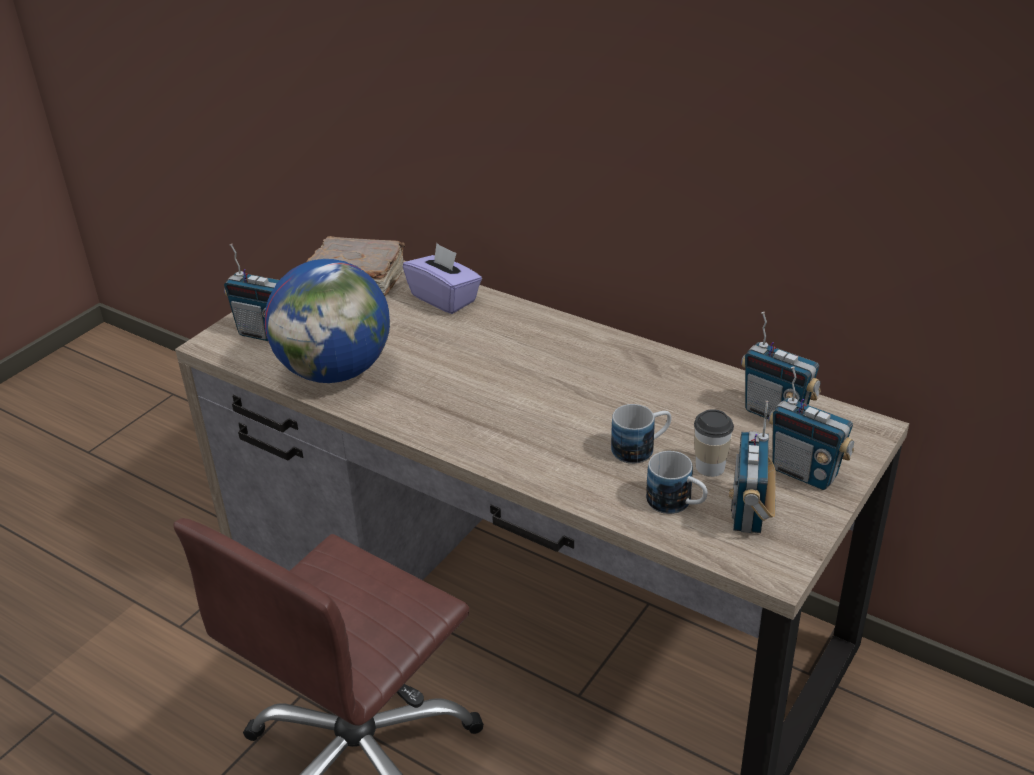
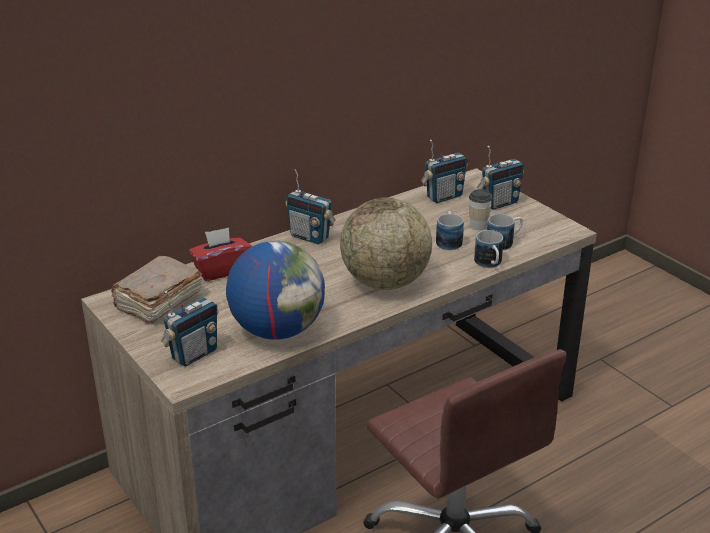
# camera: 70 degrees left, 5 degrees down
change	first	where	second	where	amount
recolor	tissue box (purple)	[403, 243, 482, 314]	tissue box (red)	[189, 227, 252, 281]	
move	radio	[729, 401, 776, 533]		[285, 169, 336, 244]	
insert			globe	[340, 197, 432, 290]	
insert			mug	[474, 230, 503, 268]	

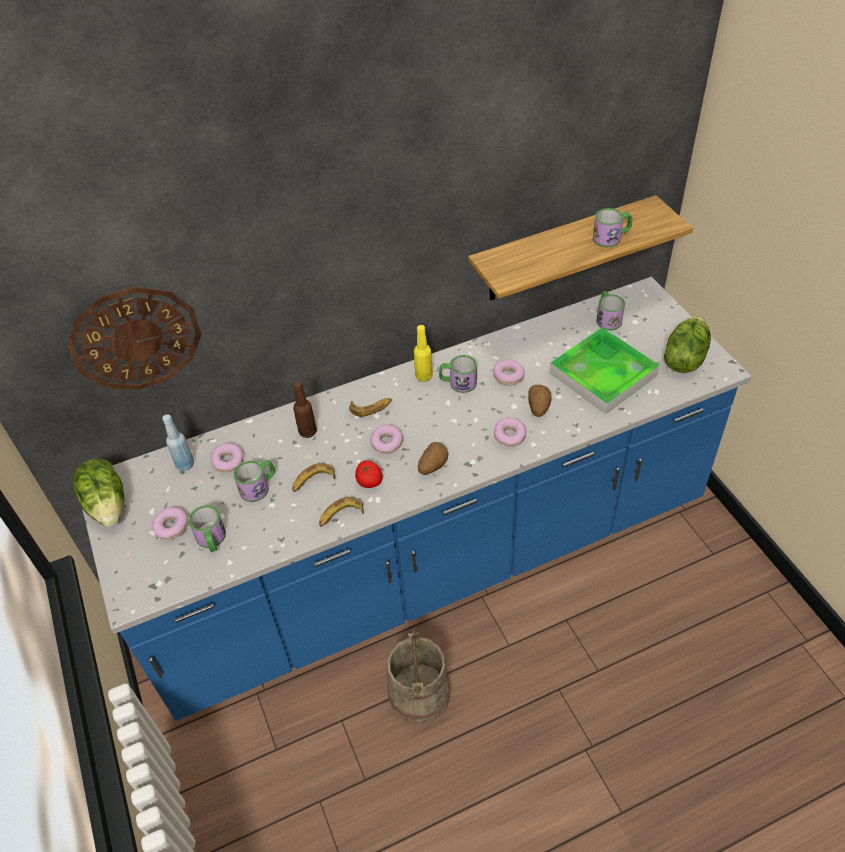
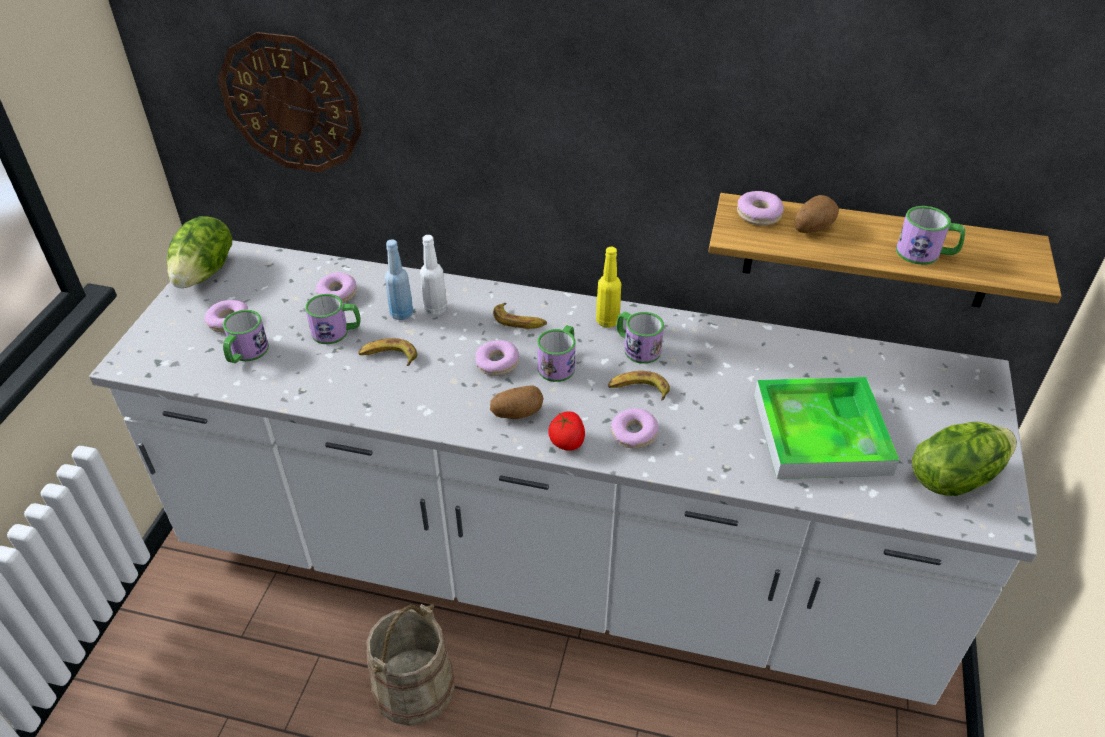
# camera: 35 degrees right, 5 degrees down
change	first	where	second	where	amount
recolor	counter (blue)	[82, 277, 752, 721]	counter (white)	[89, 240, 1037, 705]	
move	bottle (blue)	[162, 414, 194, 471]		[385, 239, 413, 320]	
recolor	bottle (brown)	[293, 381, 317, 438]	bottle (white)	[420, 235, 447, 315]	
move	mug	[596, 291, 625, 330]		[537, 325, 576, 382]	
move	tomato	[355, 460, 383, 488]		[548, 412, 585, 451]	
move	banana	[319, 497, 364, 527]		[608, 371, 670, 400]	
move	donut	[493, 359, 525, 386]		[737, 191, 783, 226]	
move	potato	[528, 385, 552, 417]		[794, 195, 839, 233]	

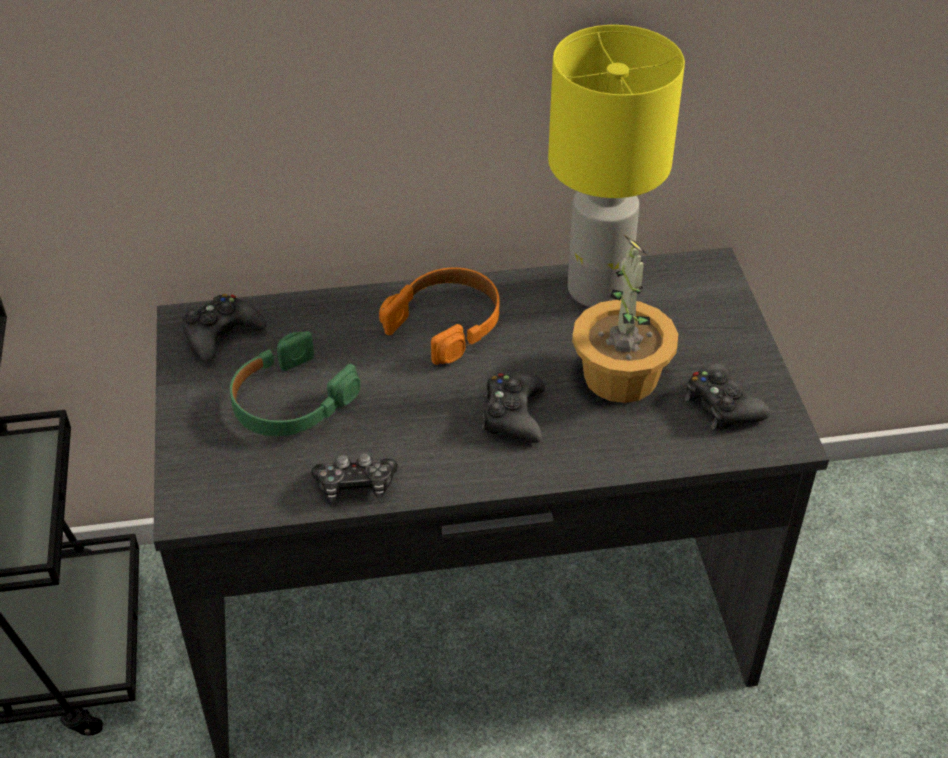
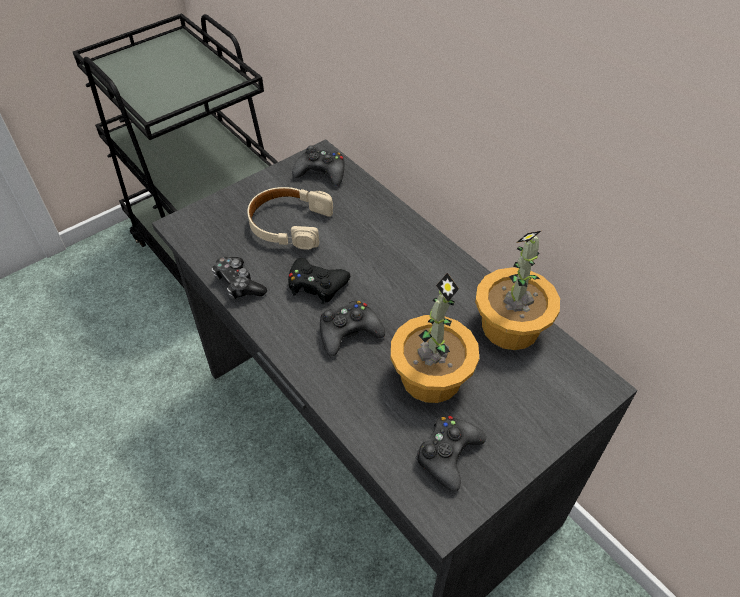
# camera: 60 degrees right, 5 degrees up
change	first	where	second	where	amount
recolor	headphones (green)	[230, 331, 361, 436]	headphones (beige)	[247, 187, 333, 250]	
insert			game controller (black)	[288, 258, 350, 304]	
replace	table lamp (yellow)	[548, 25, 685, 307]	potted plant	[475, 231, 560, 350]	
delete	headphones (orange)	[379, 268, 499, 365]			

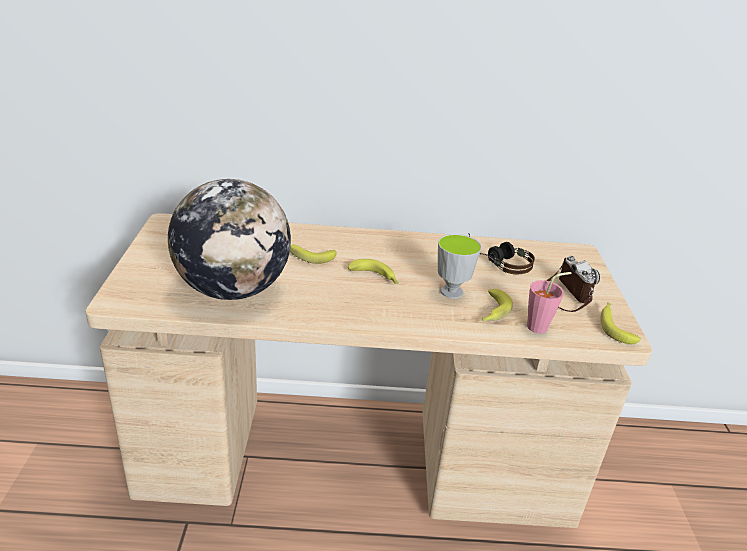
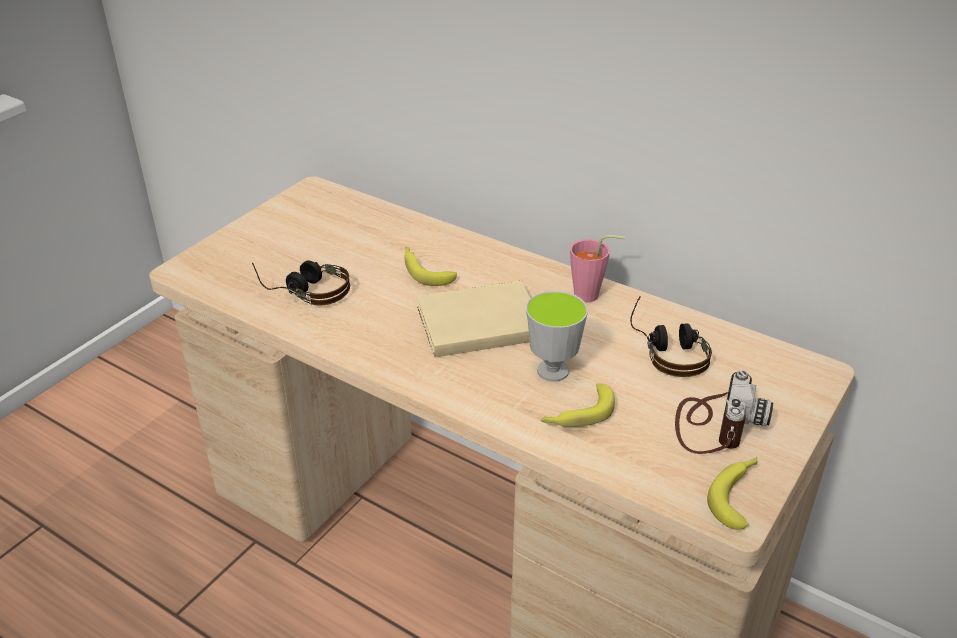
# camera: 35 degrees right, 5 degrees up
change	first	where	second	where	amount
replace	globe	[168, 179, 291, 300]	headphones	[252, 261, 350, 305]	
replace	banana	[348, 259, 399, 284]	book (beige)	[417, 281, 530, 357]	
move	cup (pink)	[527, 272, 572, 334]		[570, 235, 625, 303]	

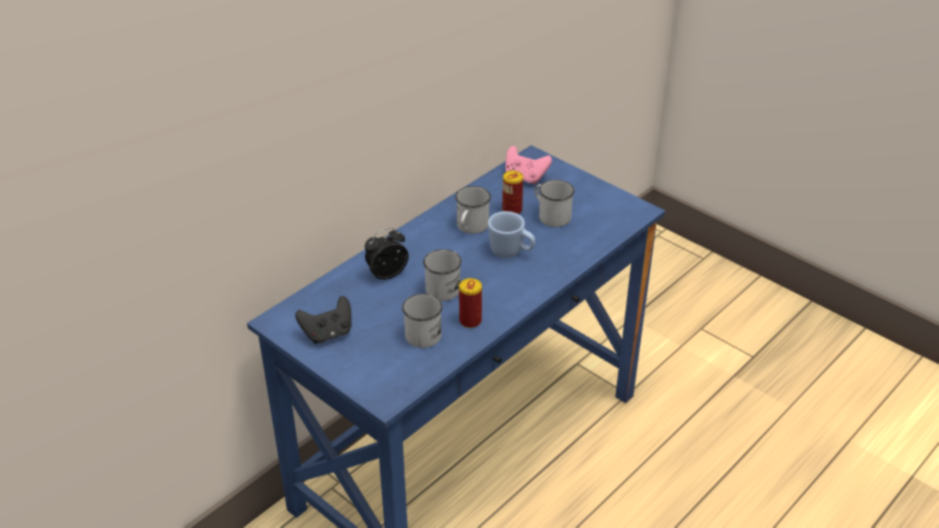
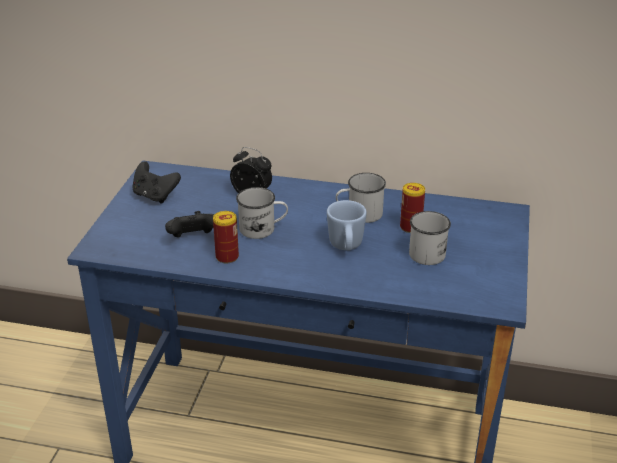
# camera: 60 degrees right, 5 degrees down
change	first	where	second	where	amount
replace	mug (white)	[402, 294, 443, 348]	game controller (black)	[165, 211, 215, 238]	
delete	game controller (pink)	[506, 146, 552, 185]			

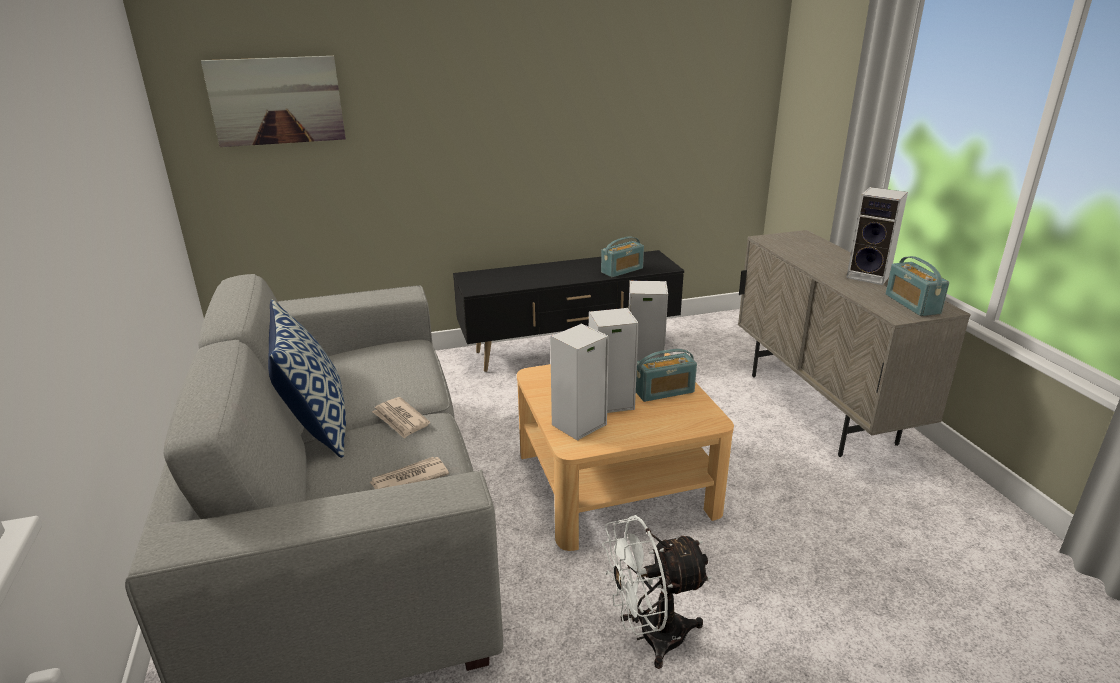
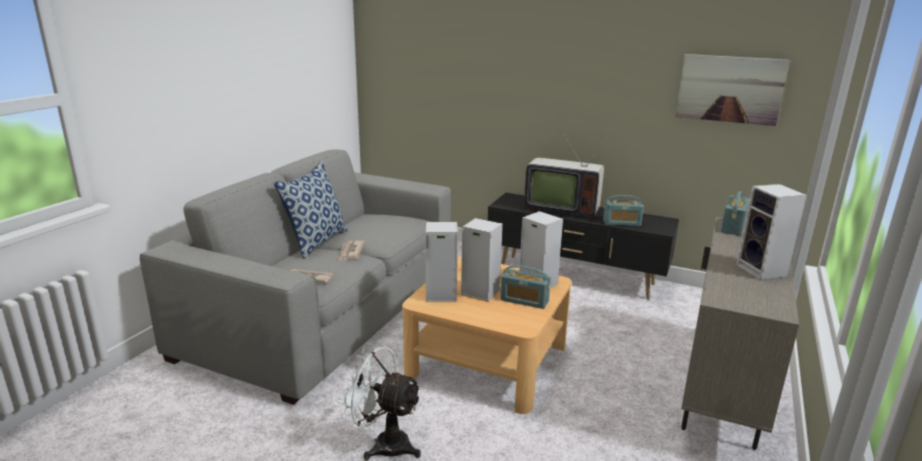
# camera: 40 degrees right, 5 degrees down
change	first	where	second	where	amount
insert			television	[524, 132, 610, 219]	
move	picture	[201, 56, 346, 147]		[676, 54, 790, 126]	
move	radio	[886, 256, 949, 316]		[721, 191, 750, 236]	

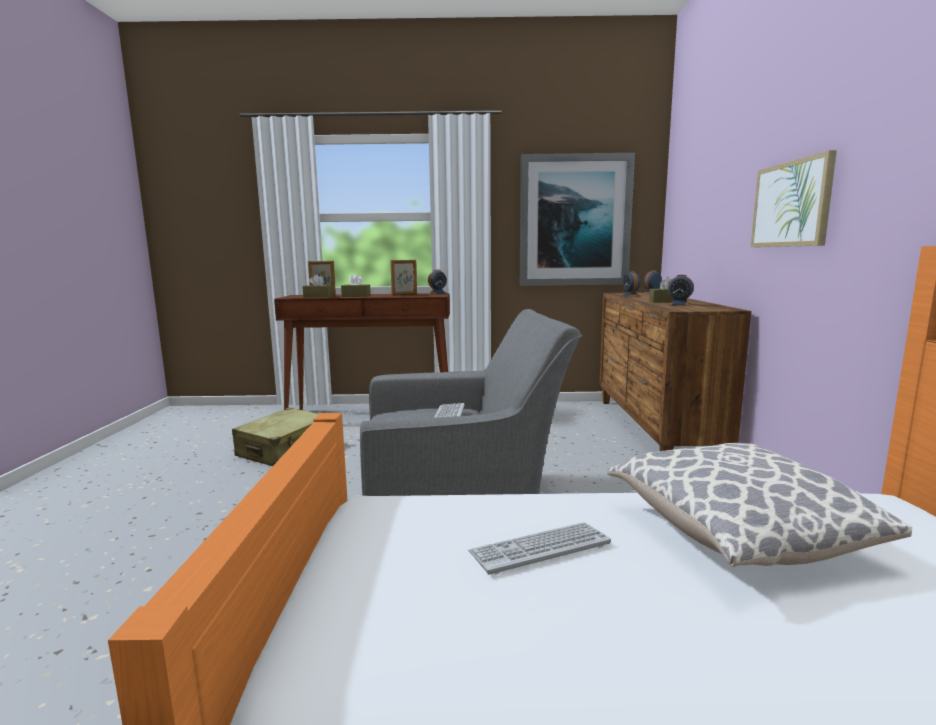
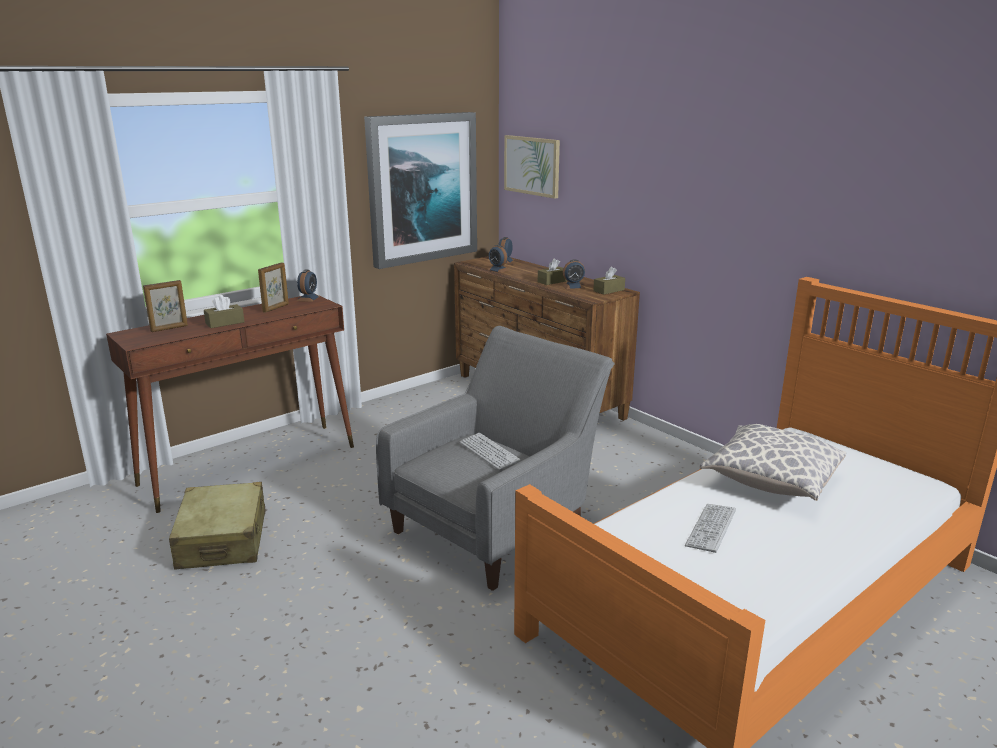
# camera: 40 degrees left, 10 degrees up
change	first	where	second	where	amount
move	picture	[751, 150, 837, 247]		[504, 135, 560, 199]	
move	tissue box (brown)	[303, 274, 333, 298]		[593, 267, 625, 295]	

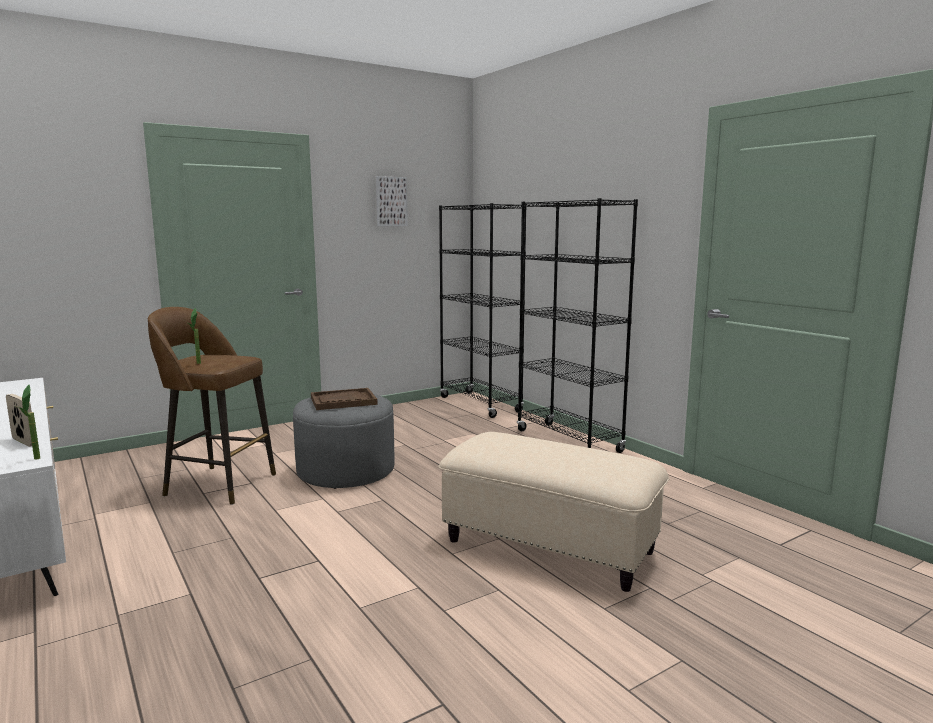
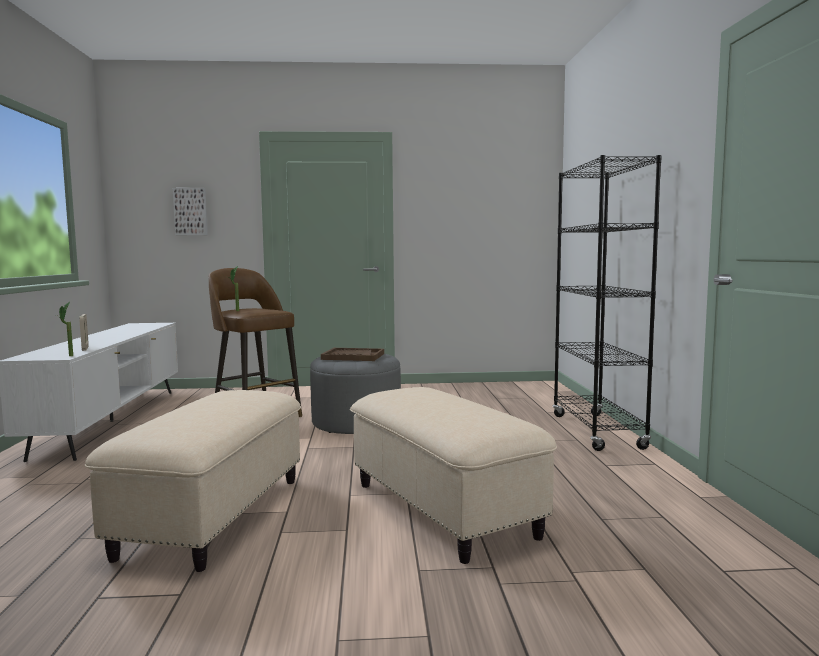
# camera: 30 degrees right, 5 degrees down
change	first	where	second	where	amount
insert			ottoman (beige)	[85, 390, 301, 572]	
move	picture	[376, 176, 408, 226]		[173, 188, 208, 235]	
delete	bookcase (black)	[439, 203, 527, 418]			

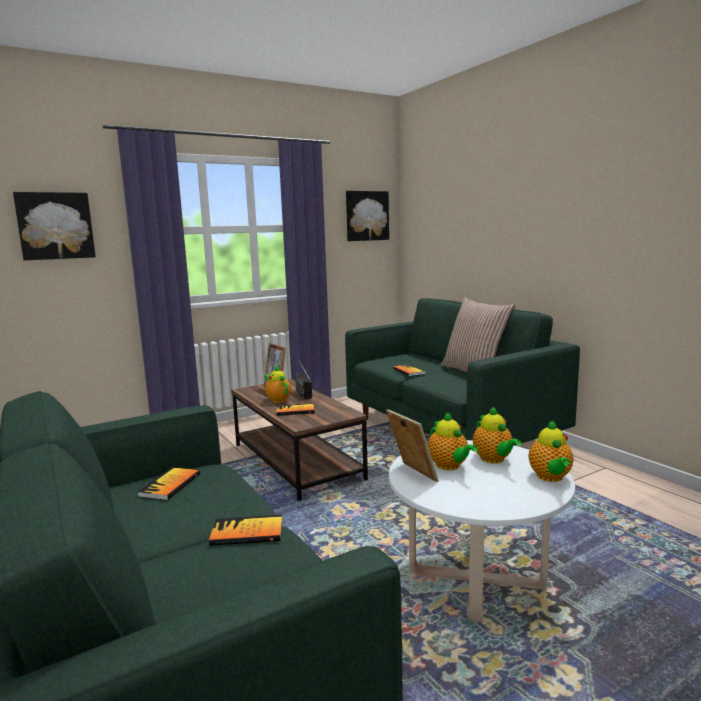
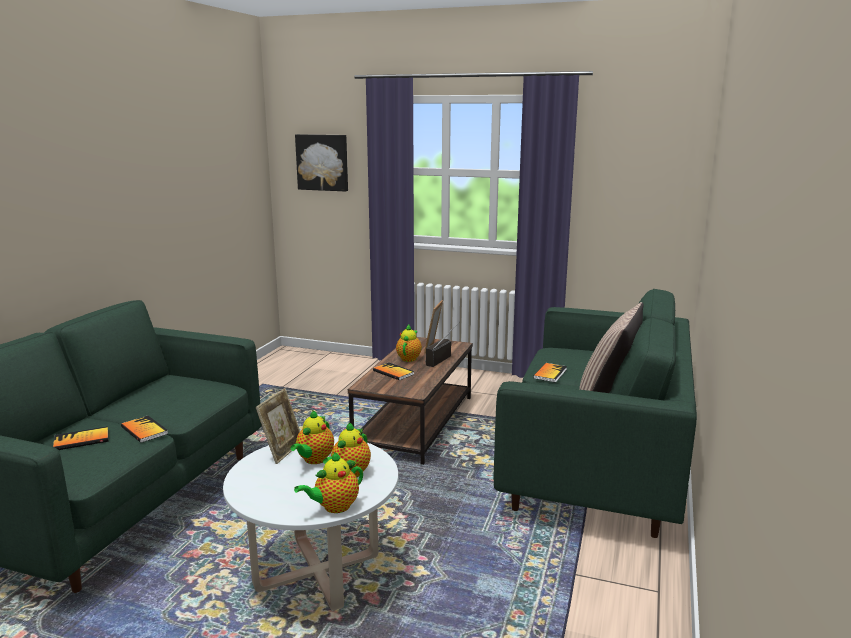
# camera: 50 degrees right, 5 degrees up
change	first	where	second	where	amount
move	book	[138, 467, 200, 500]		[53, 426, 108, 450]	
delete	picture	[346, 191, 389, 241]			

